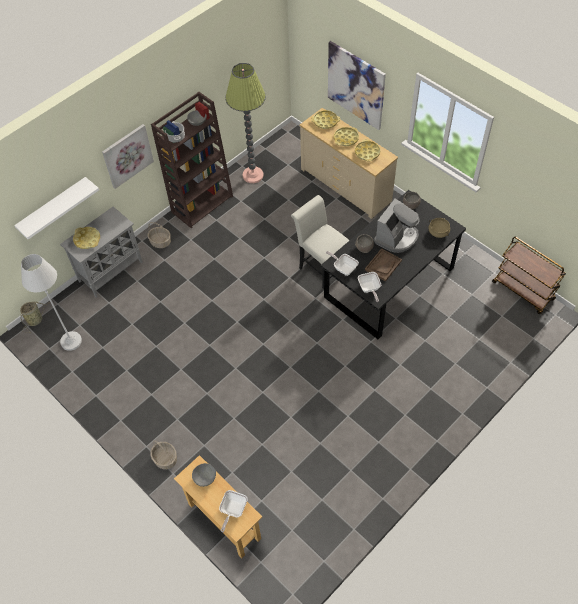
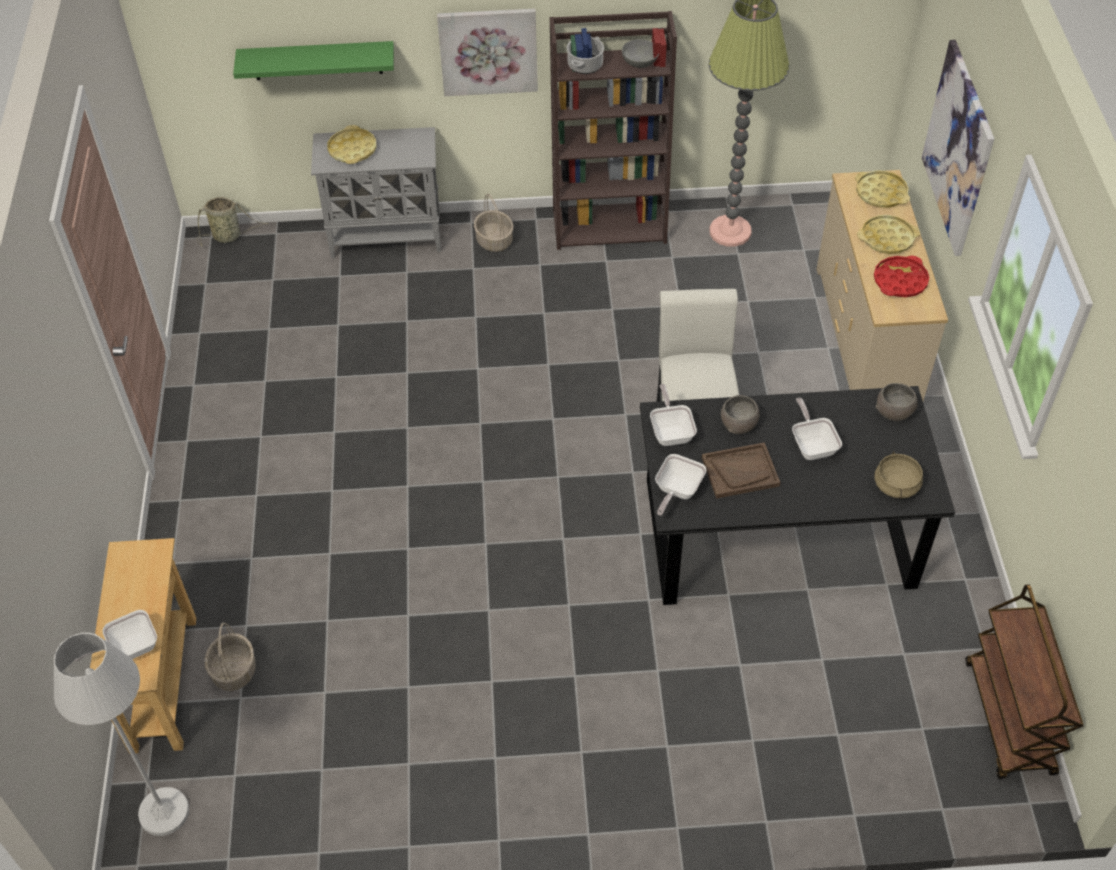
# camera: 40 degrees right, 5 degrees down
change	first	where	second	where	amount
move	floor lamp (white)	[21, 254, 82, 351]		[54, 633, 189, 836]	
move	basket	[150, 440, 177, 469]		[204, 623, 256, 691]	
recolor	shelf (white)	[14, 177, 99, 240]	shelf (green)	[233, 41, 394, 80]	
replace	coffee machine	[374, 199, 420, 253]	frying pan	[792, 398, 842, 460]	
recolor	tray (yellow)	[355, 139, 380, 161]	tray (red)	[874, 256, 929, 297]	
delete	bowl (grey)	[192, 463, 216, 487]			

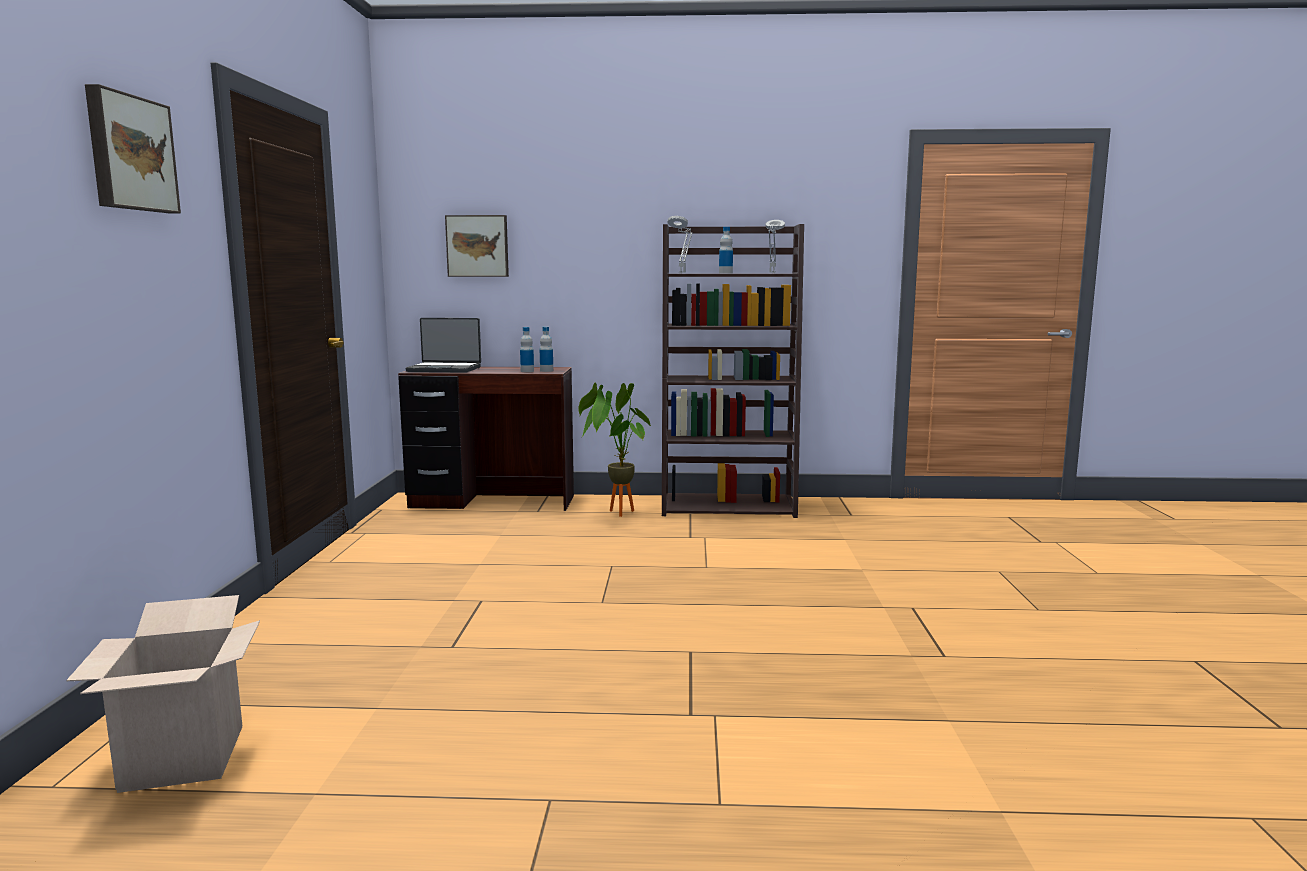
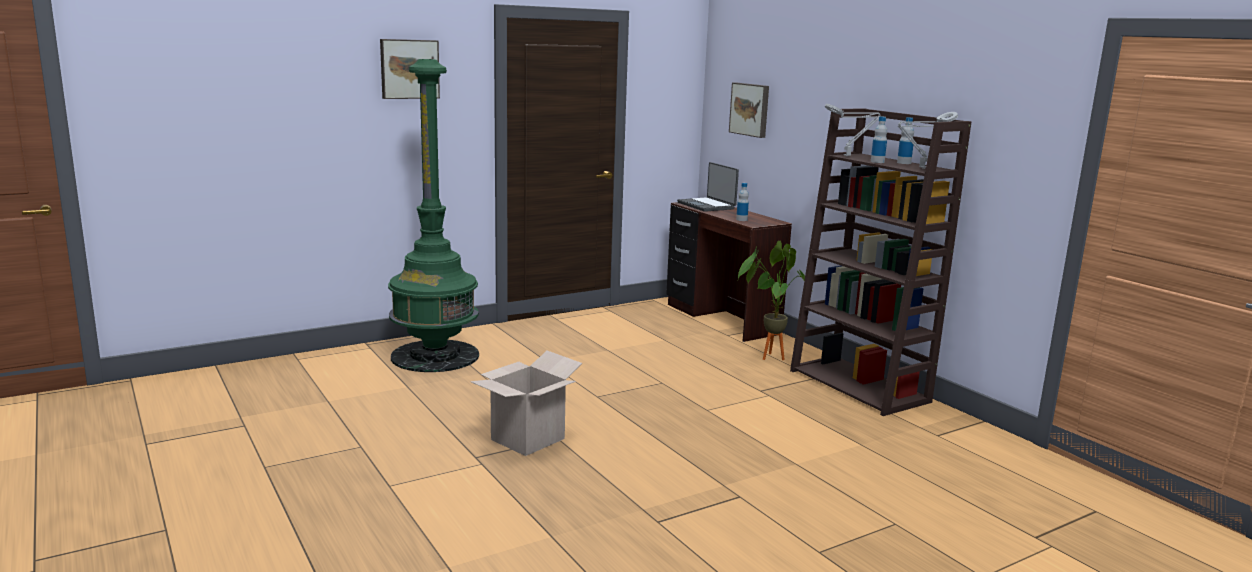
# camera: 55 degrees right, 5 degrees up
change	first	where	second	where	amount
insert			floor lamp (green)	[388, 59, 479, 372]	
move	cardboard box	[66, 595, 260, 793]		[470, 351, 582, 456]	
move	bottle	[540, 327, 553, 372]		[897, 117, 914, 164]	

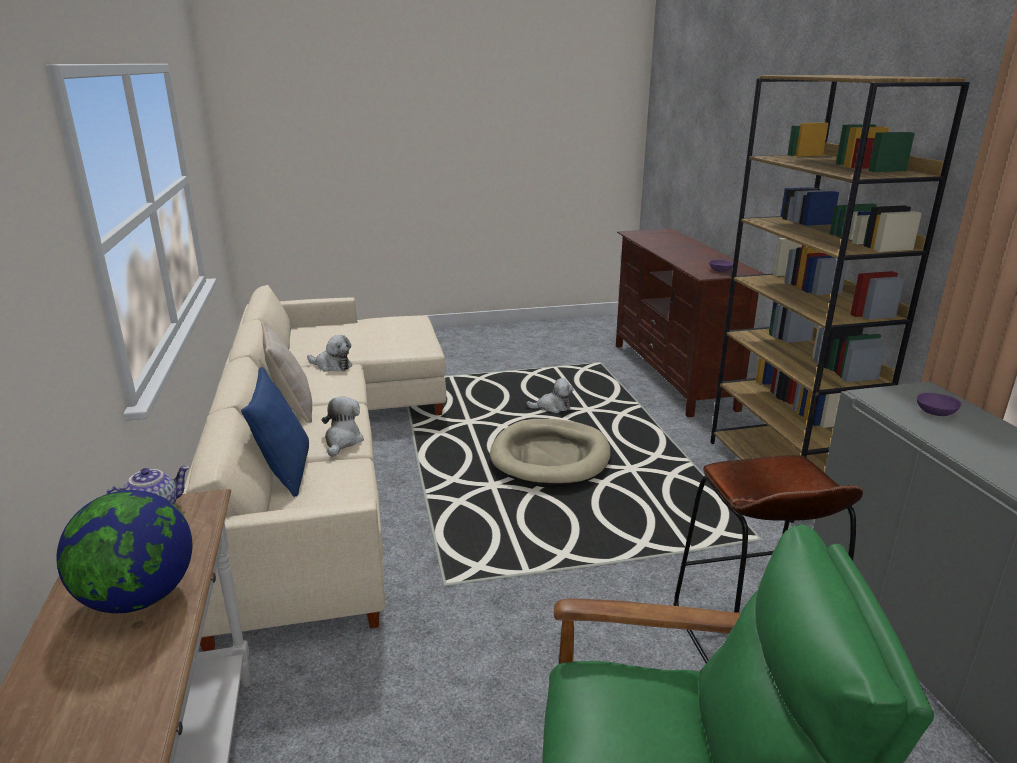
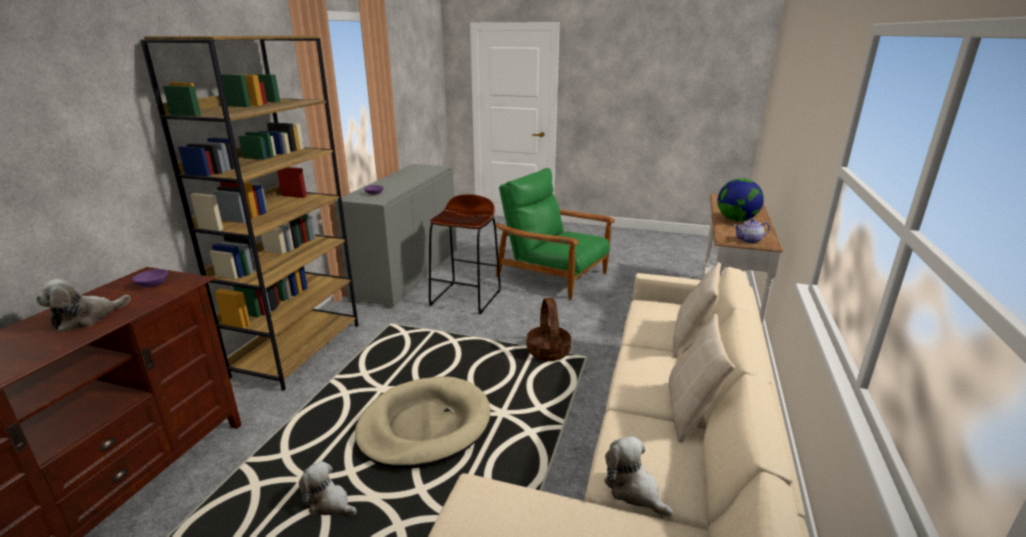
# camera: 150 degrees left, 0 degrees up
change	first	where	second	where	amount
move	plush toy	[322, 397, 364, 457]		[36, 279, 131, 332]	
insert			basket	[527, 298, 571, 361]	
recolor	pillow (blue)	[241, 367, 309, 497]	pillow (beige)	[673, 262, 721, 358]	

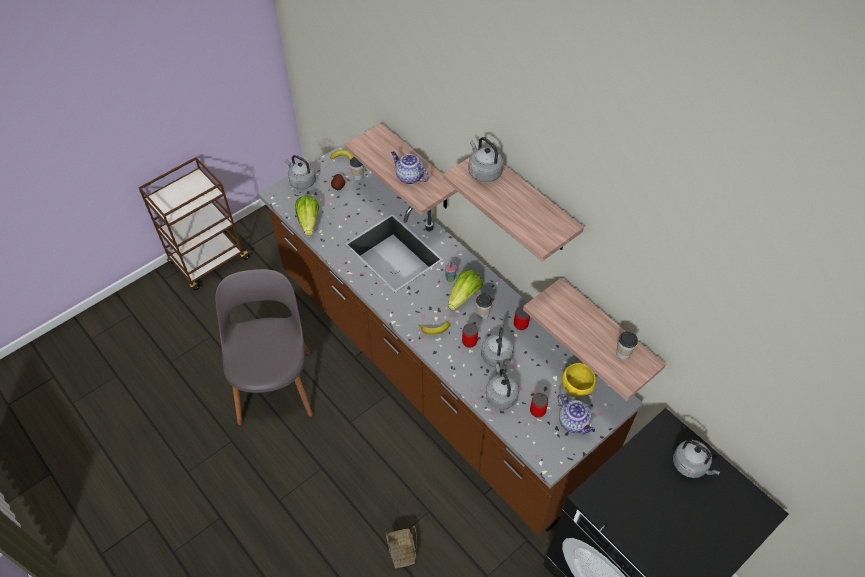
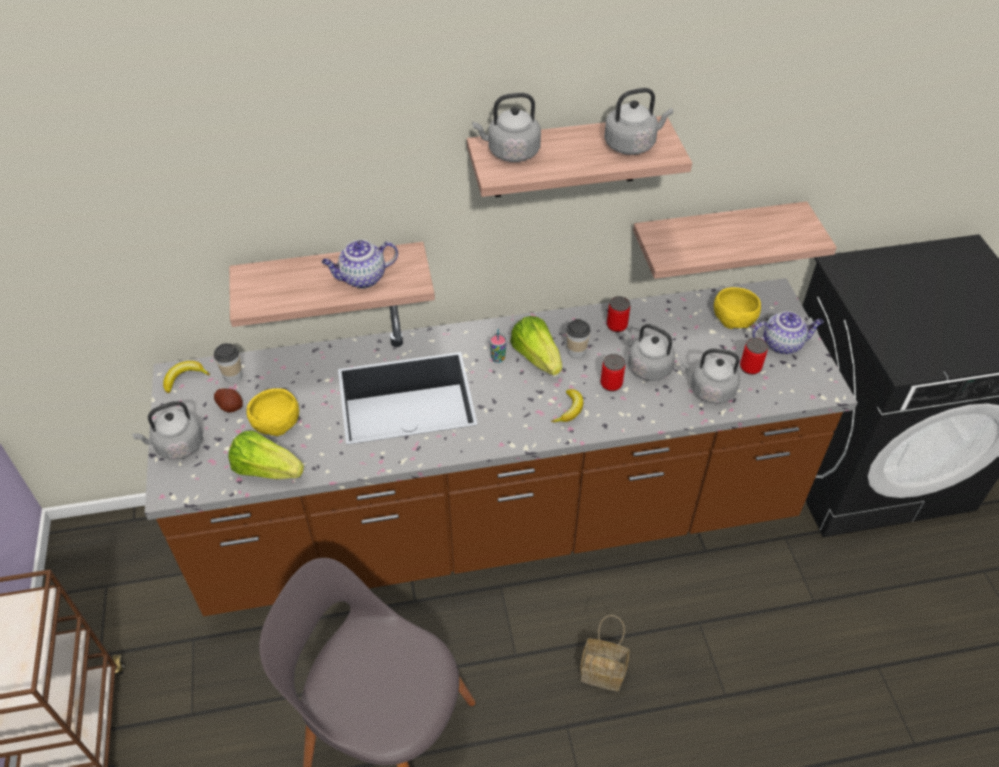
# camera: 60 degrees left, 5 degrees down
change	first	where	second	where	amount
insert			bowl (yellow)	[247, 388, 299, 436]	
move	basket	[386, 526, 417, 568]		[580, 615, 630, 691]	
move	kettle (grey)	[673, 440, 720, 478]		[604, 88, 673, 155]	
delete	cup	[616, 332, 638, 360]			

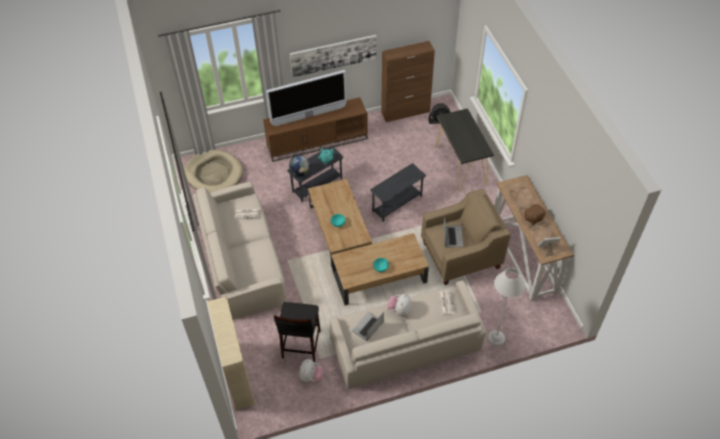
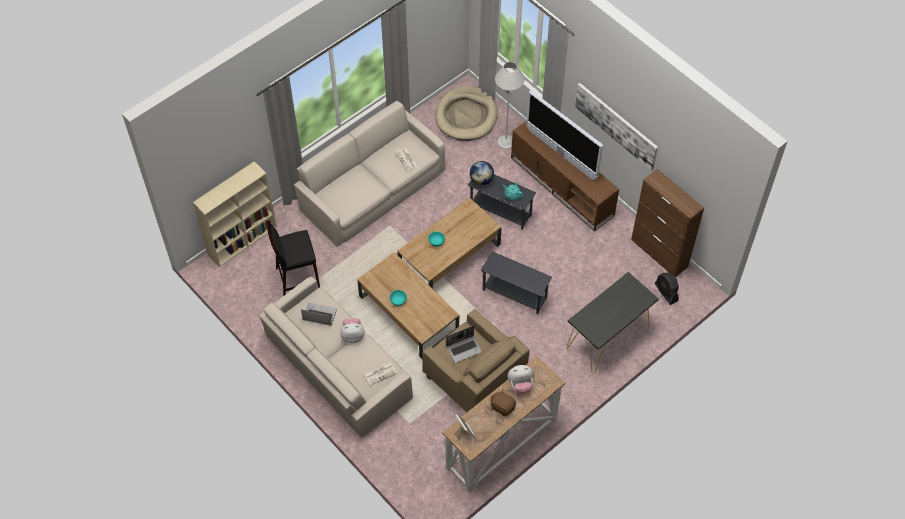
# camera: 65 degrees right, 5 degrees up
change	first	where	second	where	amount
move	floor lamp (grey)	[488, 268, 525, 346]		[495, 62, 524, 149]	
move	plush toy	[299, 359, 323, 382]		[508, 365, 533, 394]	

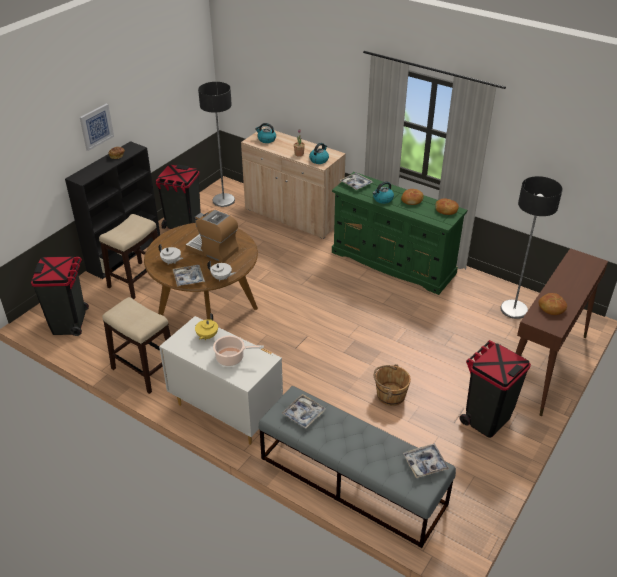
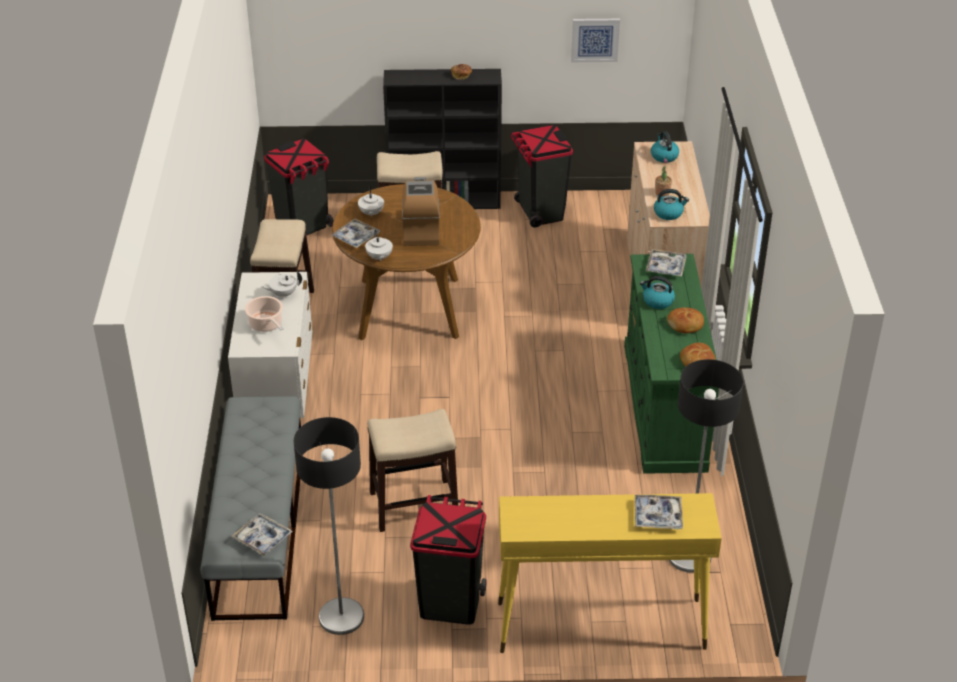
# camera: 55 degrees right, 0 degrees up
change	first	where	second	where	amount
recolor	teapot (yellow)	[195, 313, 218, 340]	teapot (white)	[261, 272, 302, 298]	
move	floor lamp	[198, 82, 235, 207]		[293, 417, 364, 635]	
replace	bucket (brown)	[374, 364, 411, 406]	stool	[367, 409, 458, 532]	
recolor	console table (brown)	[516, 248, 608, 416]	console table (yellow)	[498, 493, 722, 653]	
move	picture	[80, 104, 114, 151]		[571, 19, 620, 62]	
move	tray	[281, 394, 326, 429]		[635, 495, 683, 529]	
delete	bread	[539, 293, 567, 315]			

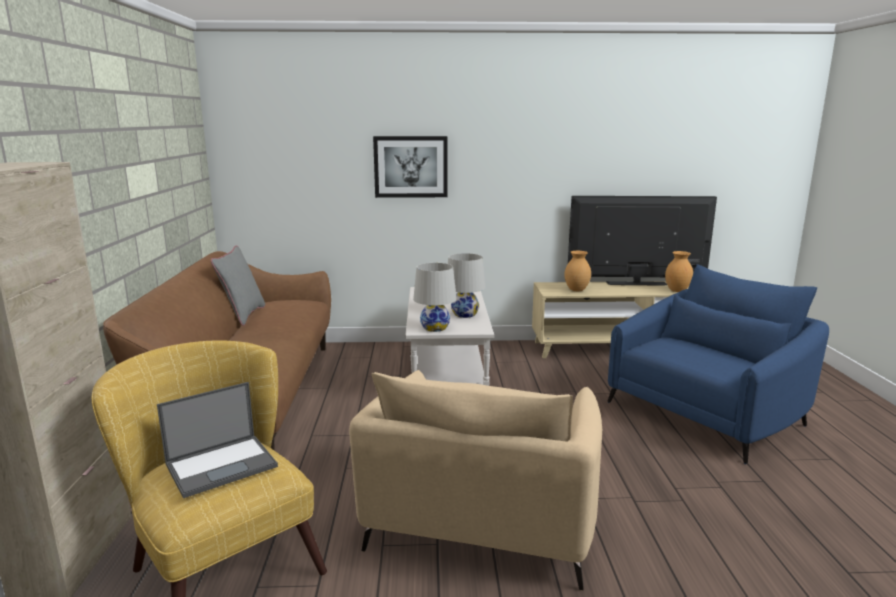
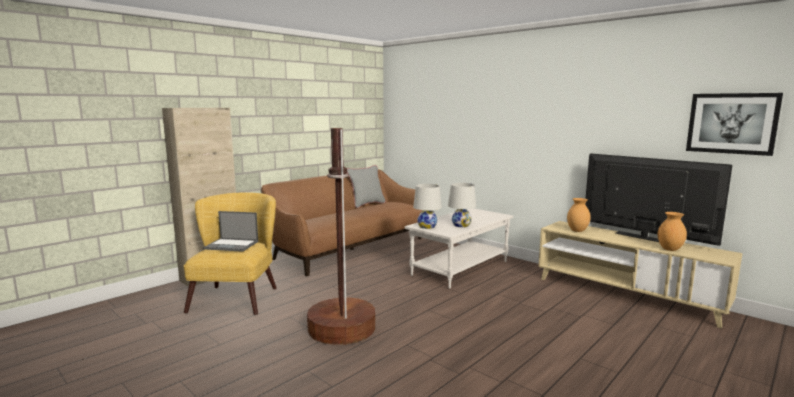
# camera: 45 degrees right, 5 degrees down
change	first	where	second	where	amount
replace	armchair (beige)	[349, 370, 602, 591]	floor lamp (brown)	[307, 128, 375, 345]	
move	picture	[373, 136, 447, 198]		[686, 93, 783, 156]	
delete	armchair (blue)	[607, 264, 829, 464]			

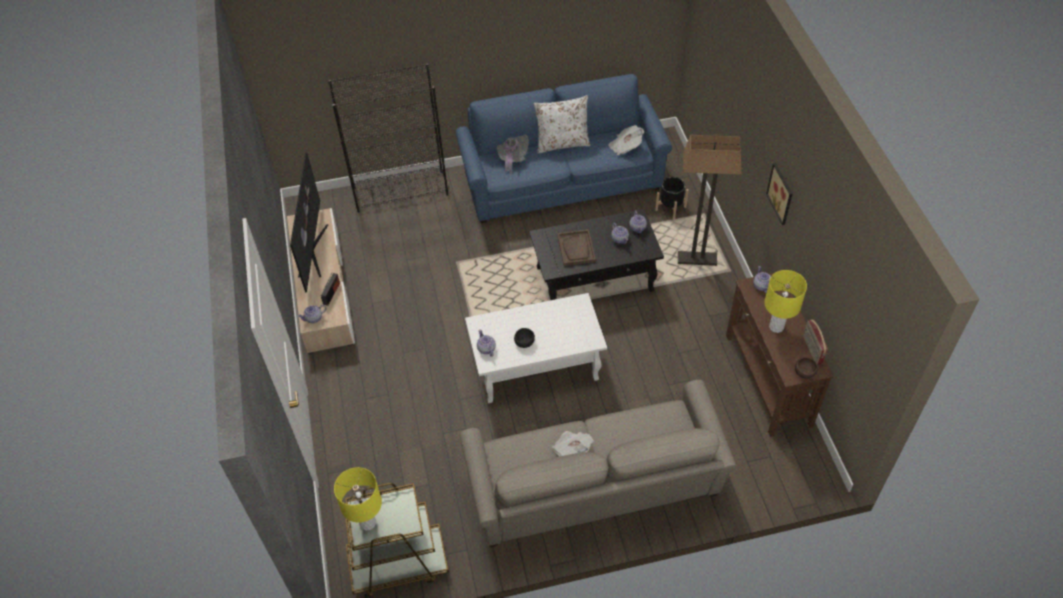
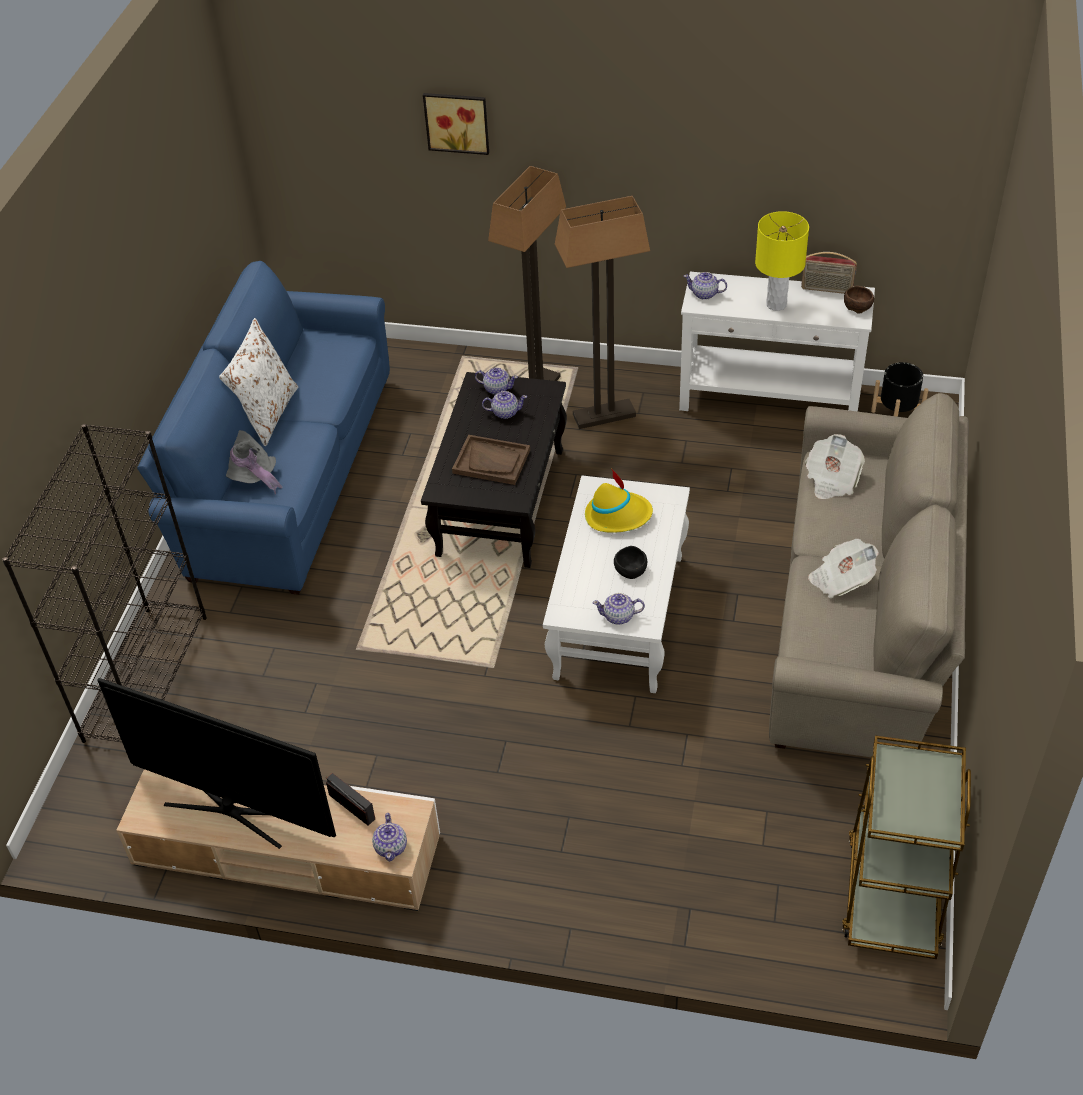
# camera: 65 degrees left, 5 degrees down
change	first	where	second	where	amount
move	picture	[766, 163, 792, 225]		[423, 93, 489, 155]	
insert			floor lamp	[555, 196, 650, 429]	
insert			hat (yellow)	[585, 468, 653, 533]	
recolor	console table (brown)	[726, 273, 834, 437]	console table (white)	[679, 272, 875, 412]	
move	newspaper	[608, 125, 644, 155]		[805, 434, 865, 499]	
move	planter (black)	[655, 177, 689, 220]		[871, 362, 928, 417]	
delete	table lamp (yellow)	[334, 467, 382, 531]			

